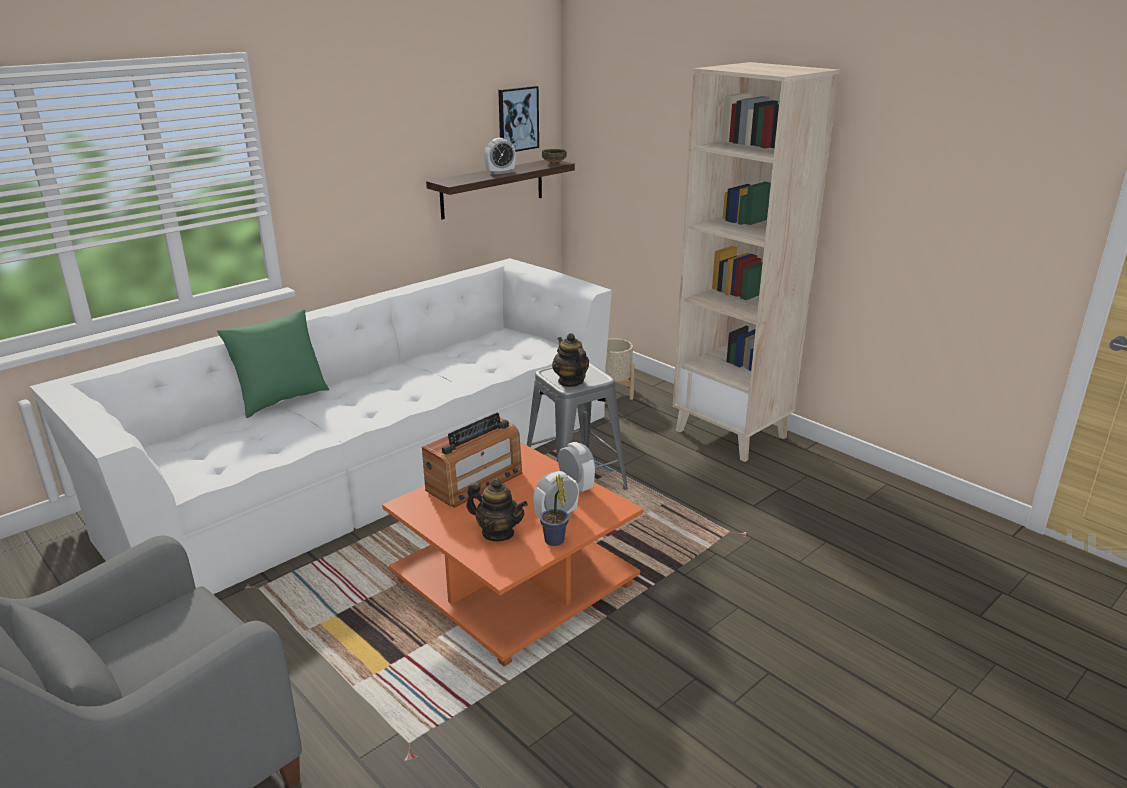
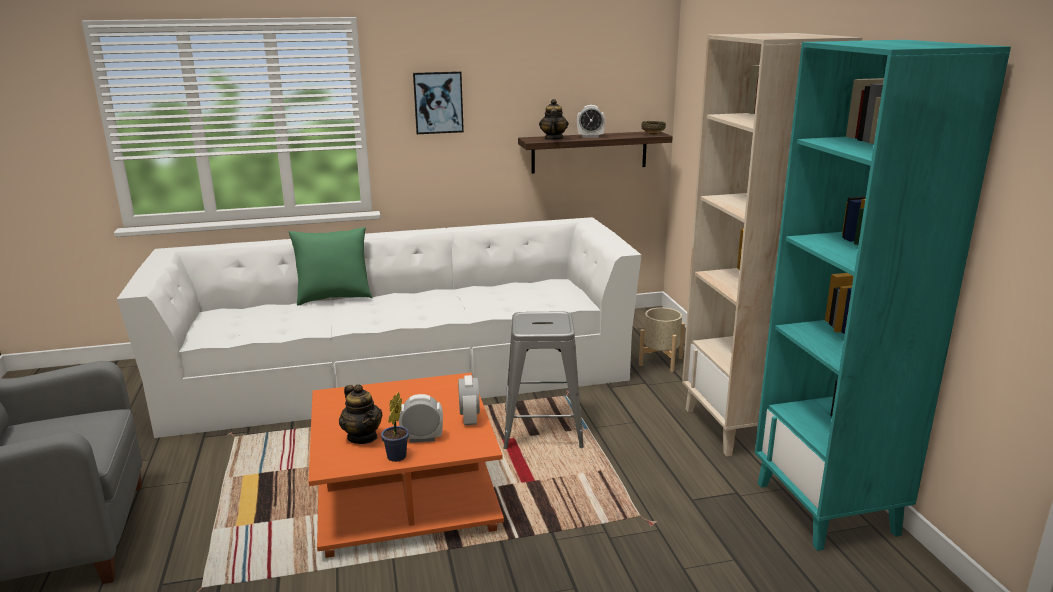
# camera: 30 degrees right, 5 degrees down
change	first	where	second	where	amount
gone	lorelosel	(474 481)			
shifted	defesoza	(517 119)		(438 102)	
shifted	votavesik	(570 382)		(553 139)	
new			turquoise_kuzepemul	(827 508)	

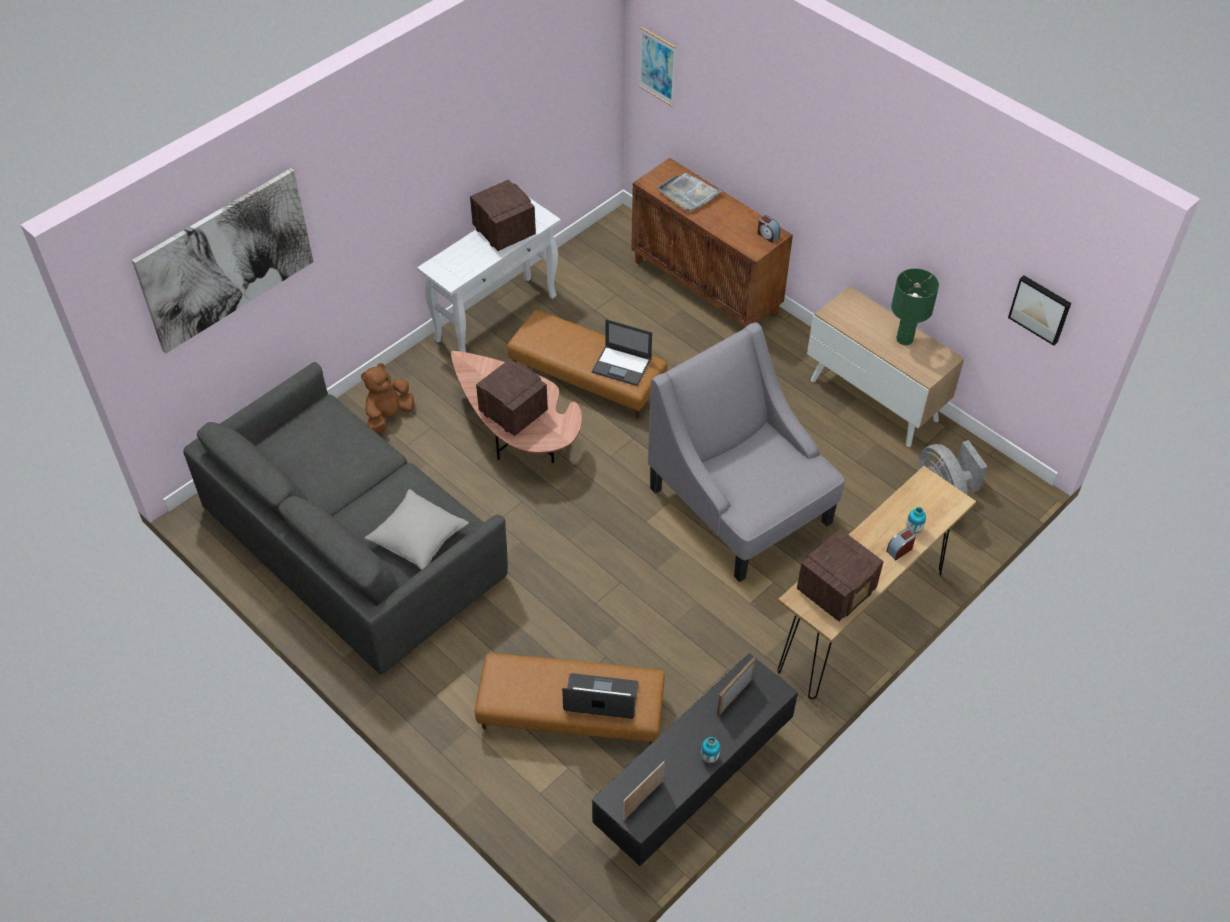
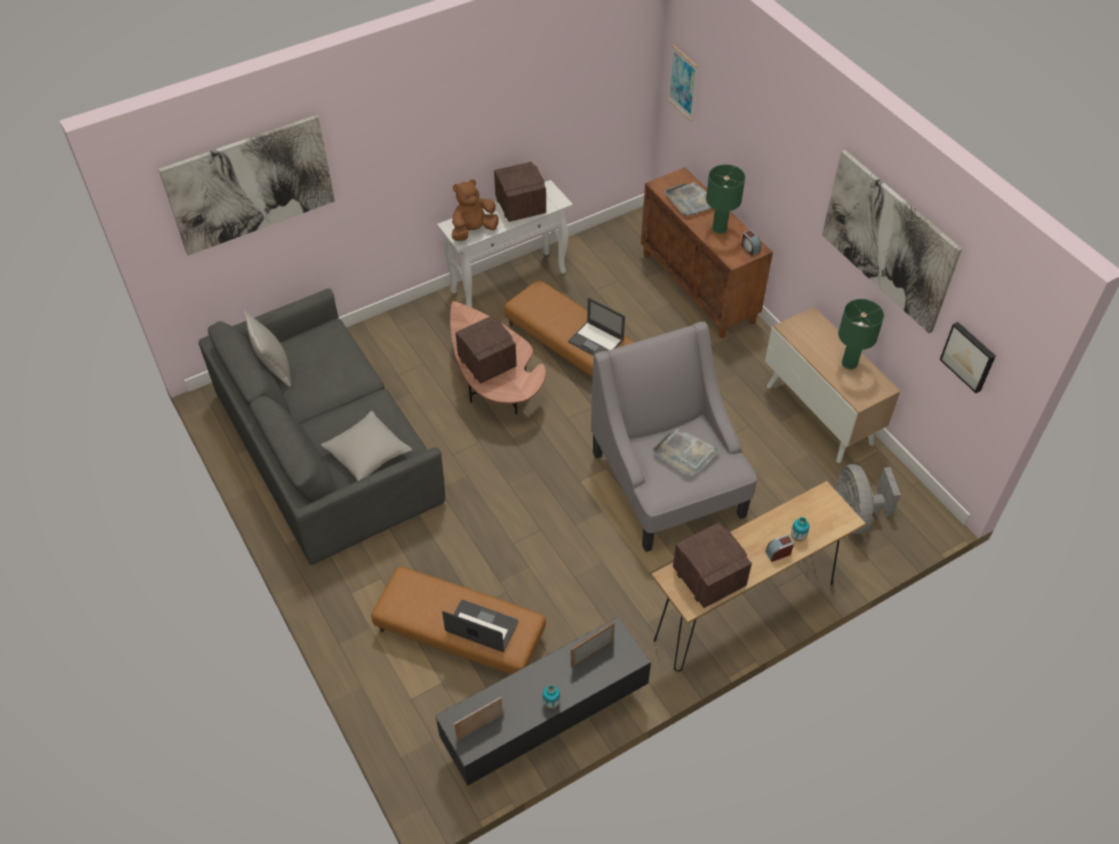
# camera: 15 degrees right, 0 degrees up
change	first	where	second	where	amount
shifted	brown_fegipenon	(388 416)		(473 231)	
rotated	lorelosel	(837 589)		(708 577)	90 degrees counterclockwise
new			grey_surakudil	(274 368)	
new			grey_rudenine	(684 454)	
new			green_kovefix	(719 229)	
new			defesoza	(888 240)	

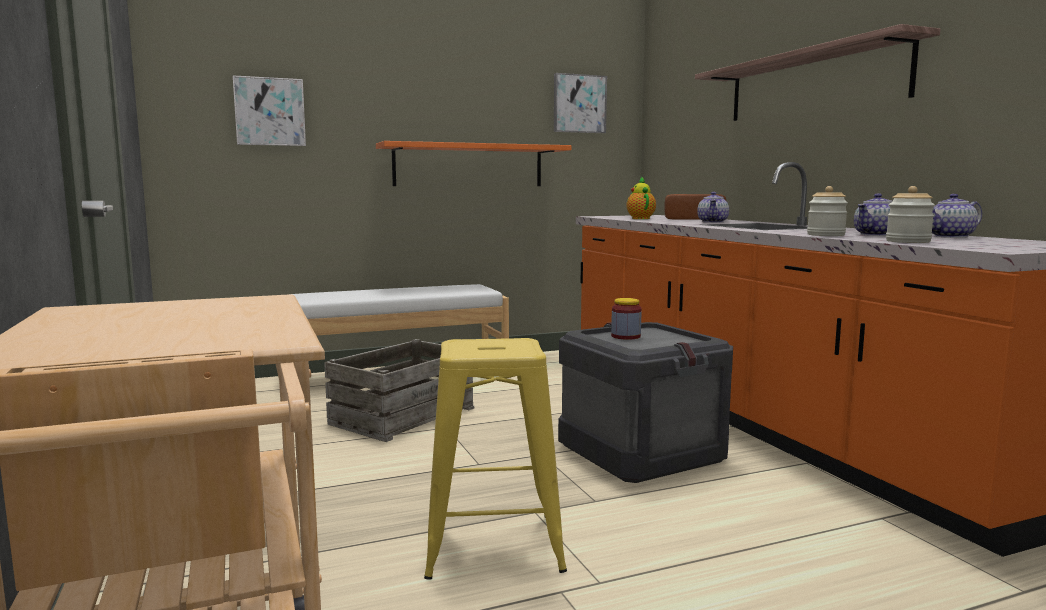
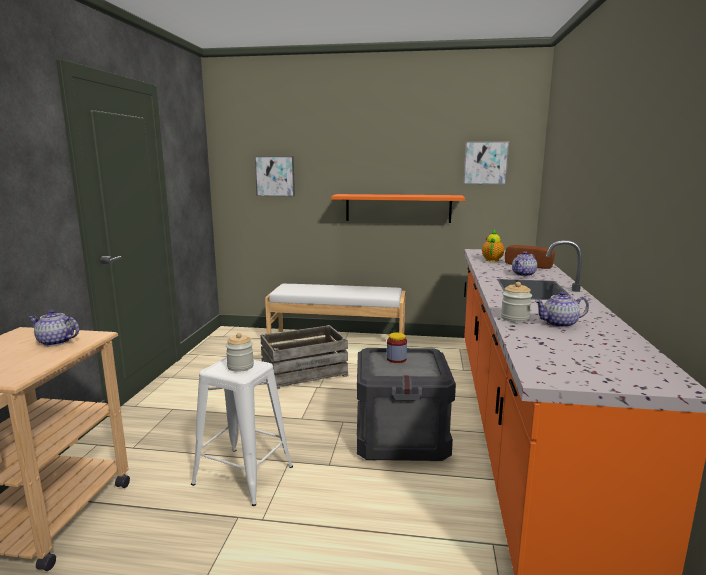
# camera: 30 degrees right, 5 degrees up
change	first	where	second	where	amount
repainted	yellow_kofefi	(493 545)	white_kofefi	(243 475)	
gone	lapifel	(812 83)			
shifted	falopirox	(908 241)		(240 366)	
shifted	votavesik	(950 236)		(55 342)	

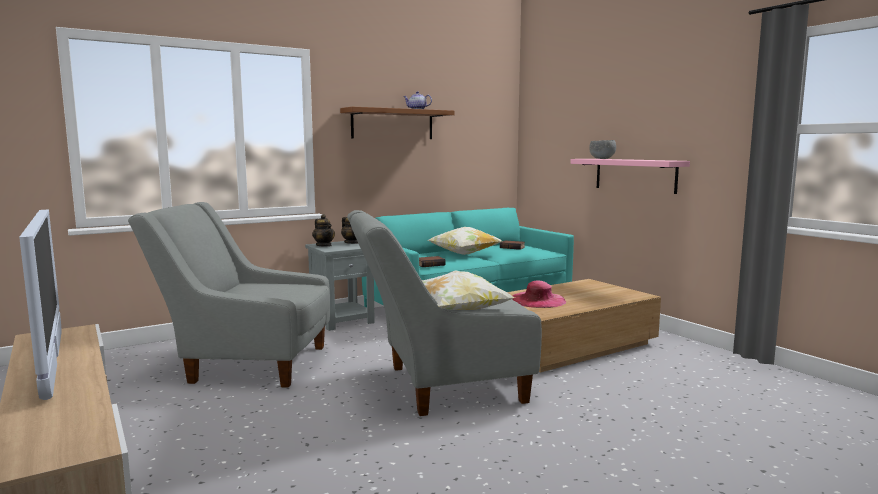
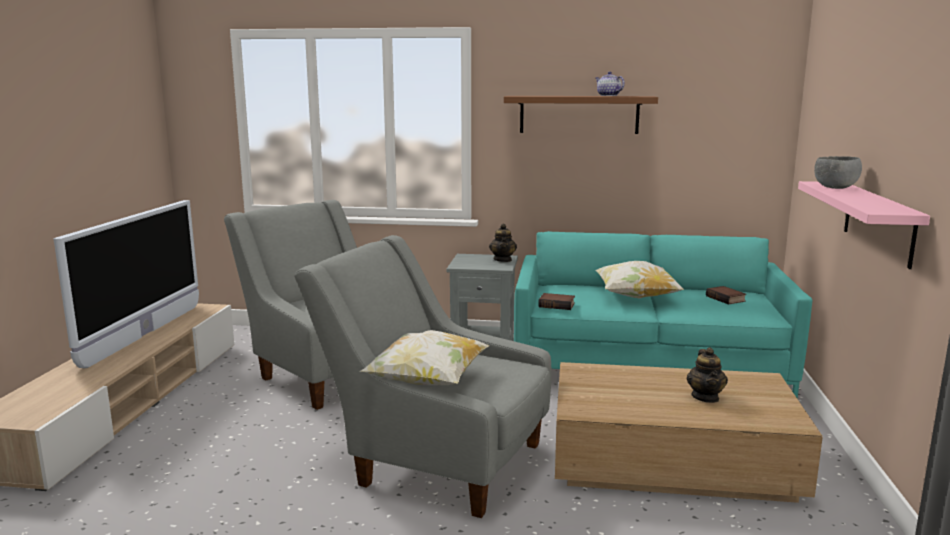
# camera: 40 degrees right, 5 degrees up
change	first	where	second	where	amount
shifted	votavesik	(324 245)		(705 397)	
gone	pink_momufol	(538 300)			

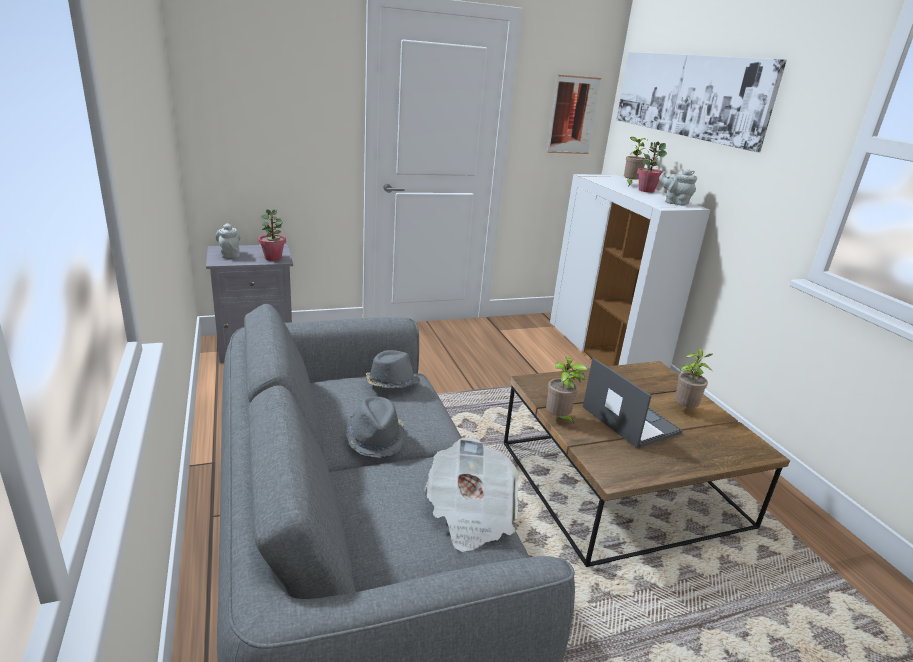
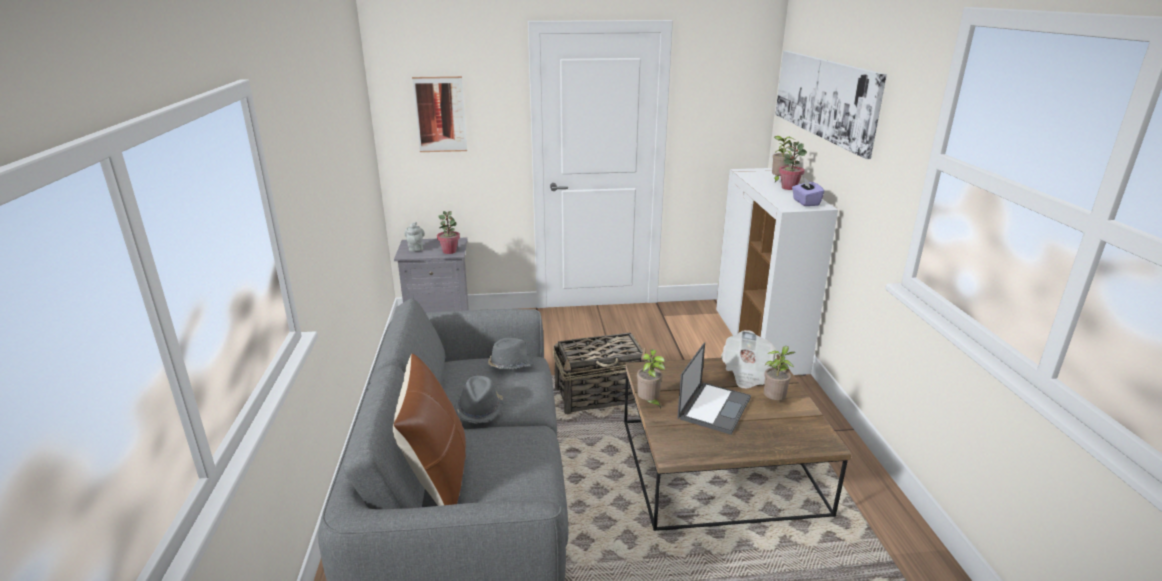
# camera: 15 degrees right, 0 degrees up
change	first	where	second	where	amount
shifted	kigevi	(470 514)		(747 373)	
shifted	defesoza	(573 115)		(440 114)	
rotated	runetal	(629 419)		(714 407)	45 degrees clockwise
swapped	grey_votavesik	(674 203)	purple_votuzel	(805 202)	
new			brown_surakudil	(437 475)	
new			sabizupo	(600 395)	

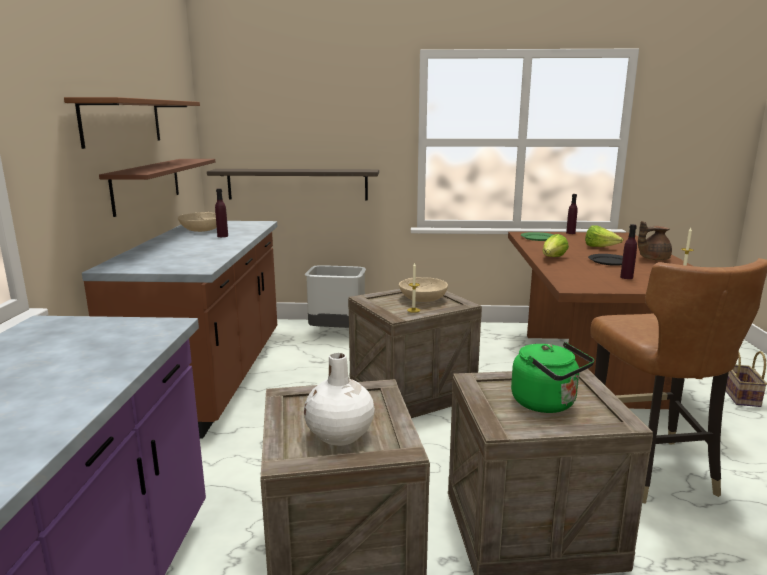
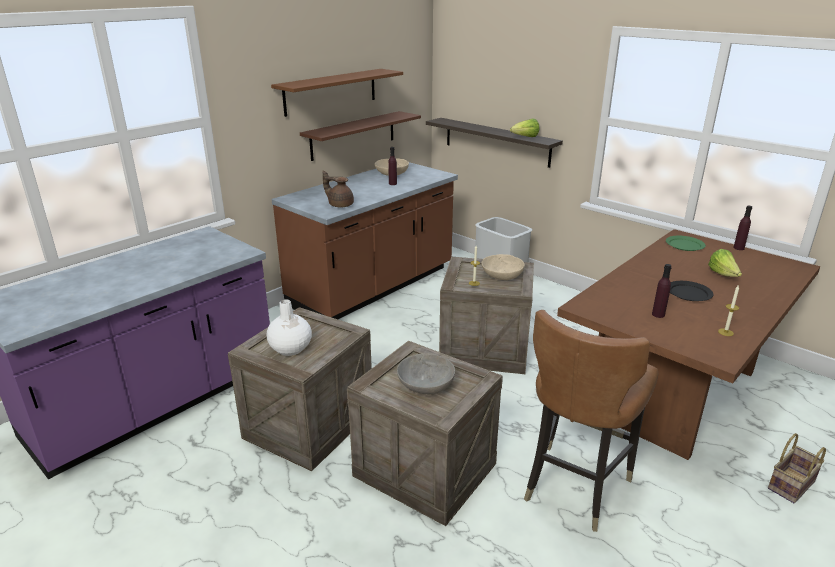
# camera: 40 degrees right, 10 degrees up
change	first	where	second	where	amount
swapped	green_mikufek	(547 404)	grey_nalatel	(425 385)	
shifted	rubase	(553 258)		(525 137)	
shifted	brown_votavesik	(652 259)		(340 205)	

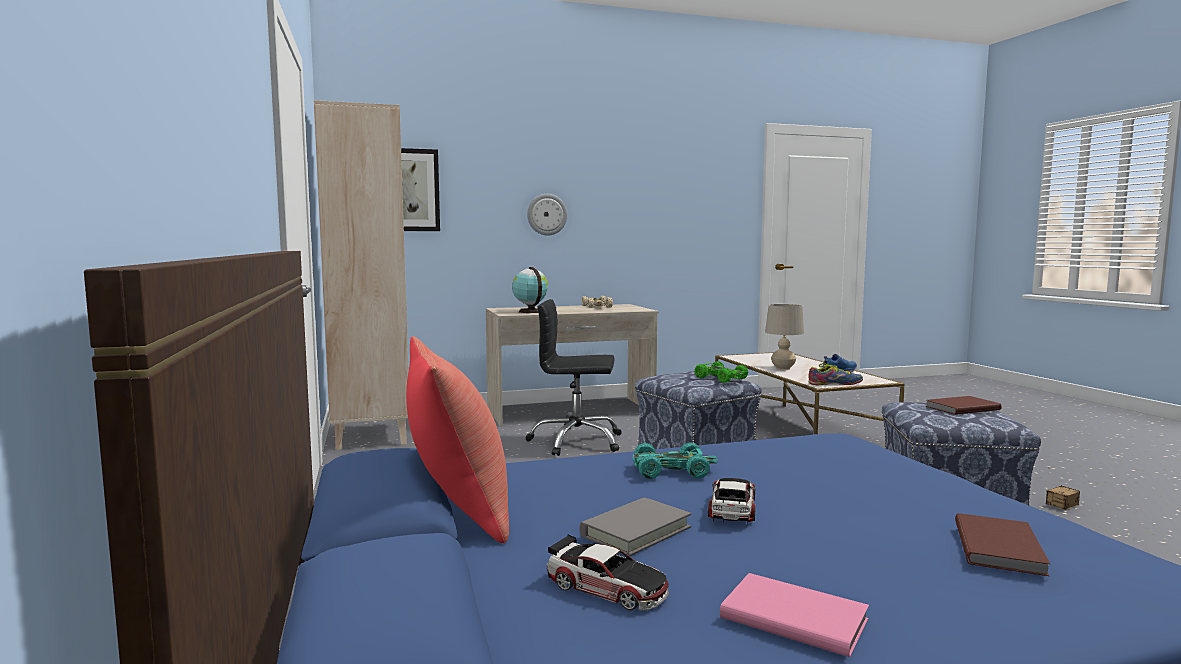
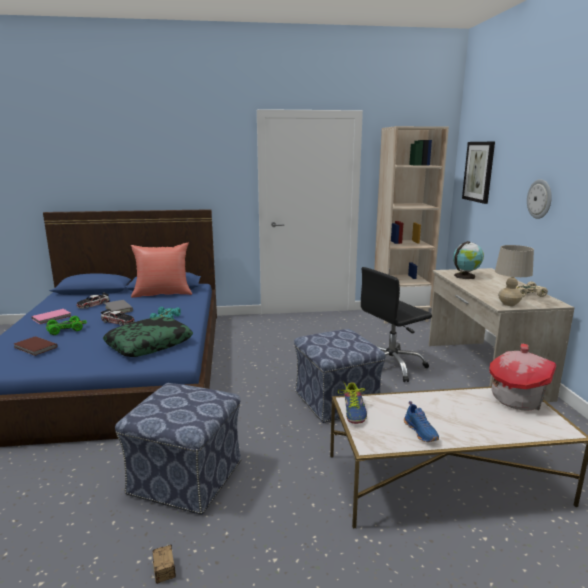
# camera: 100 degrees right, 10 degrees up
change	first	where	second	where	amount
rotated	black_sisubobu	(576 442)		(390 366)	135 degrees counterclockwise
shifted	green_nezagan	(719 378)		(66 329)	
shifted	beige_kovefix	(783 368)		(509 304)	
gone	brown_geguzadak	(960 408)			
new			surakudil	(149 344)	
new			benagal	(517 399)	

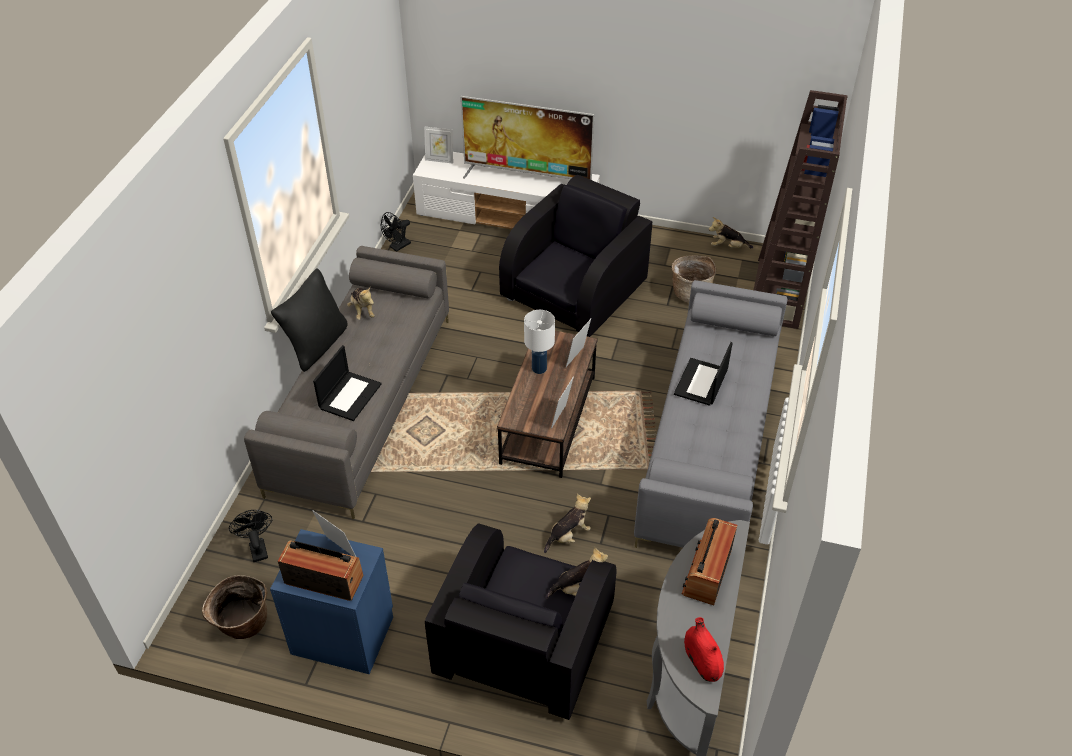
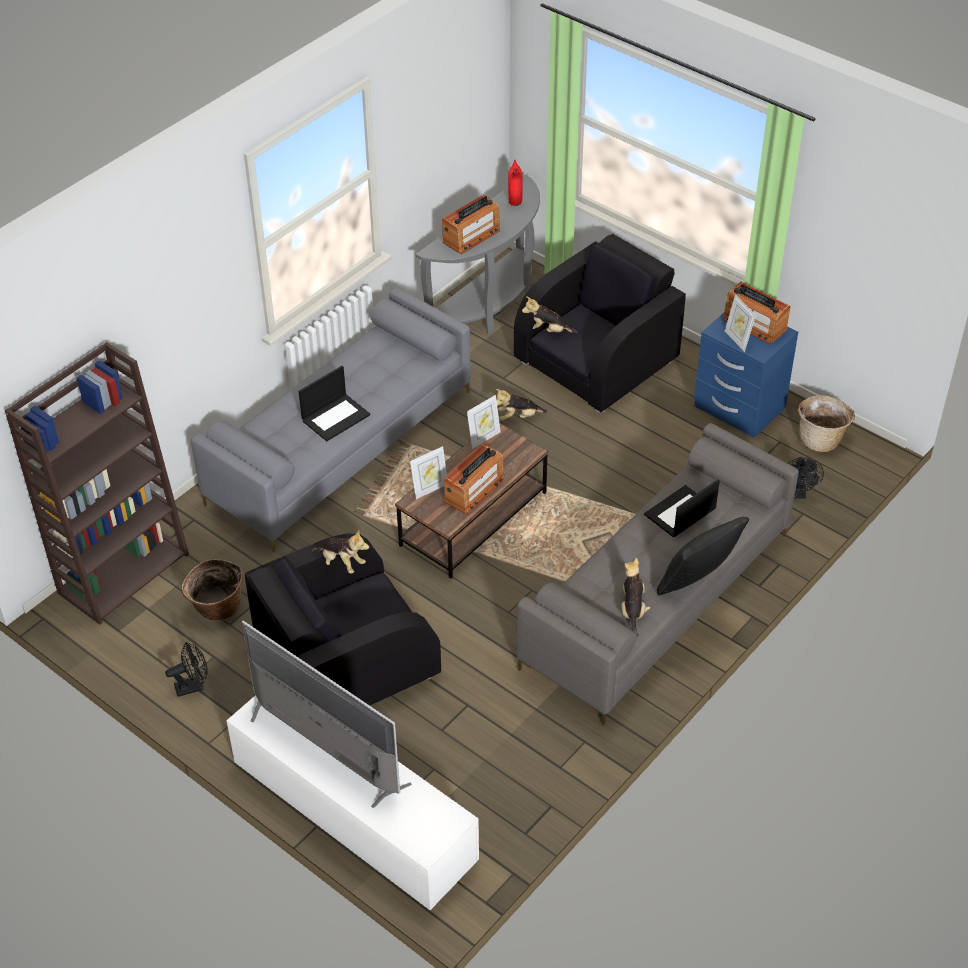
# camera: 155 degrees left, 0 degrees up
change	first	where	second	where	amount
shifted	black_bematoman	(397 247)		(193 686)	
gone	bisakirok	(439 160)			
swapped	white_kovefix	(539 369)	lorelosel	(474 491)	
shifted	fegipenon	(728 247)		(341 562)	

